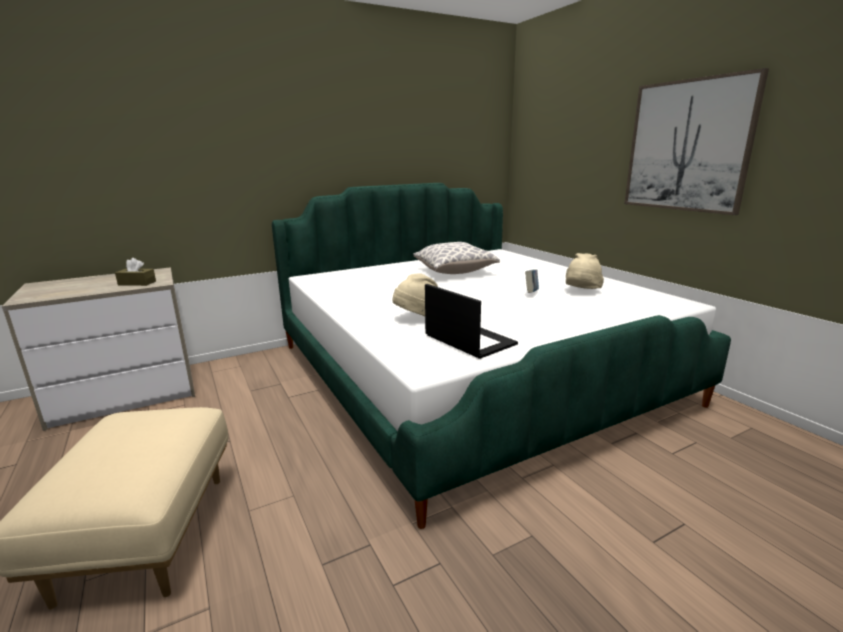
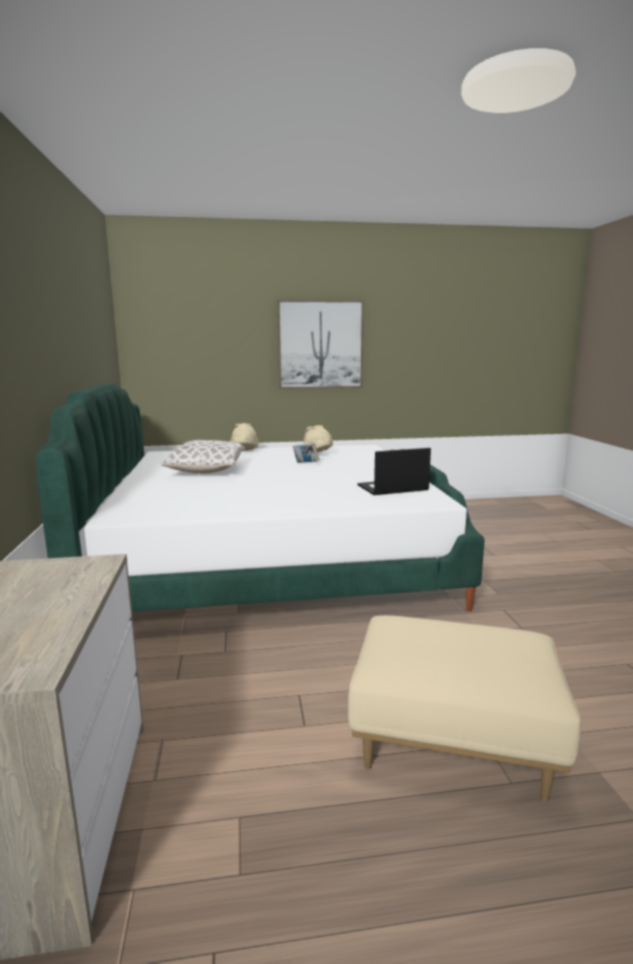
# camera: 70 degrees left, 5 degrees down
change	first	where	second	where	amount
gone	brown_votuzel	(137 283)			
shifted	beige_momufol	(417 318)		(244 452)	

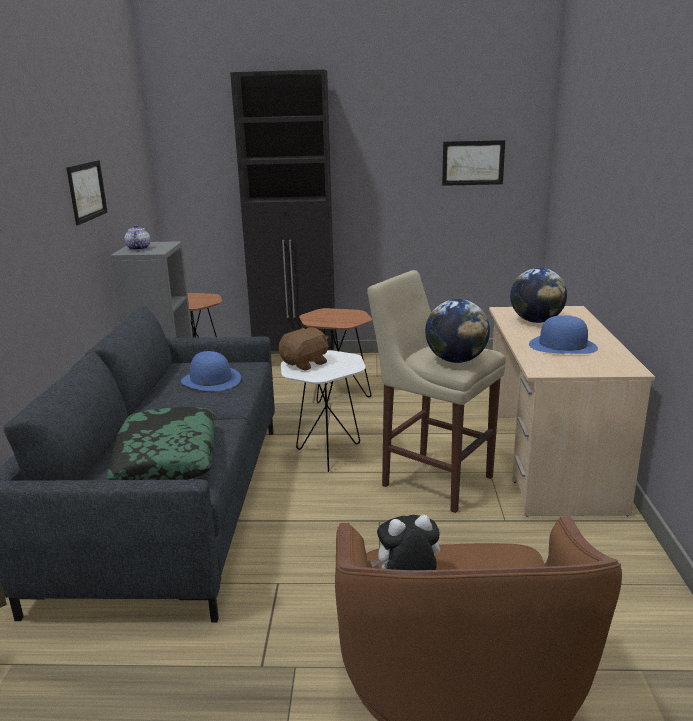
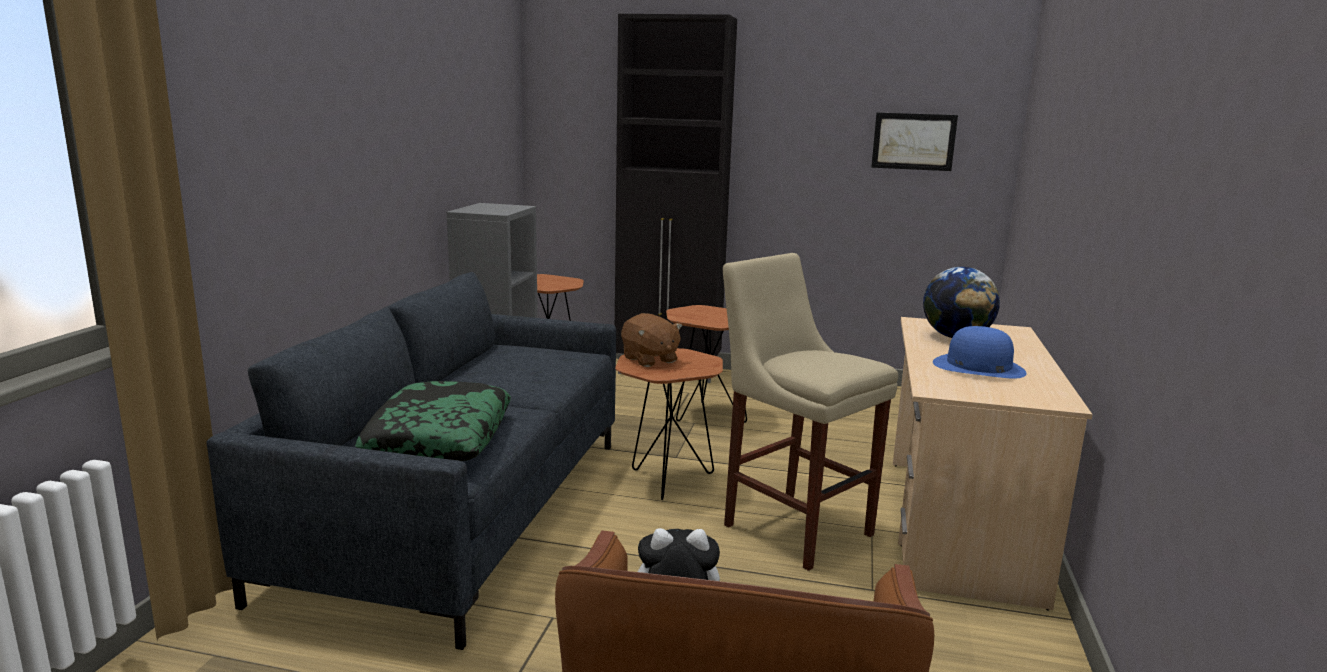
# camera: 10 degrees right, 5 degrees down
change	first	where	second	where	amount
gone	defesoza	(87 191)			
gone	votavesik	(138 248)			
gone	blue_momufol	(211 380)			
rotated	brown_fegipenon	(305 363)		(649 359)	90 degrees clockwise
repainted	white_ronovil	(326 455)	brown_ronovil	(666 481)	
gone	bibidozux	(456 360)			

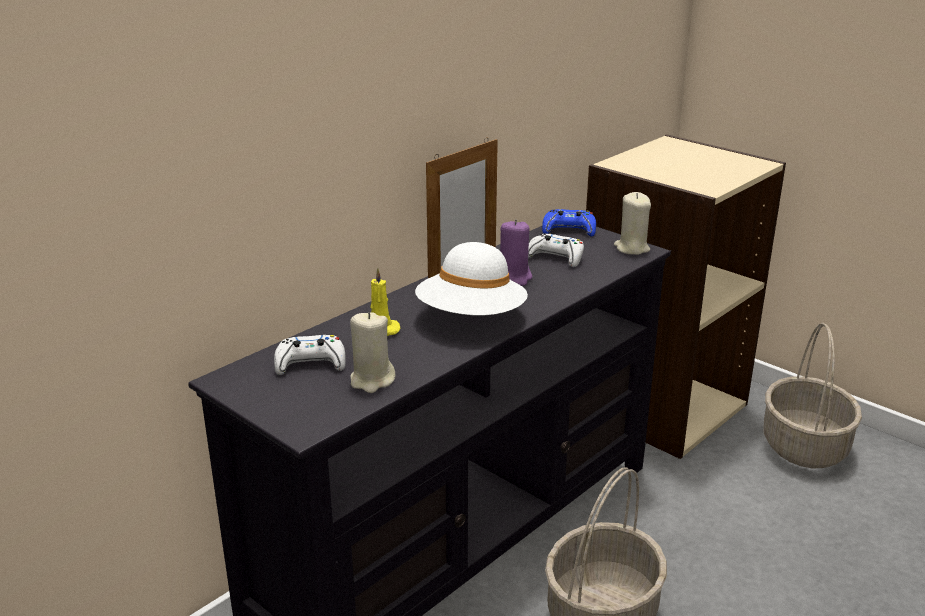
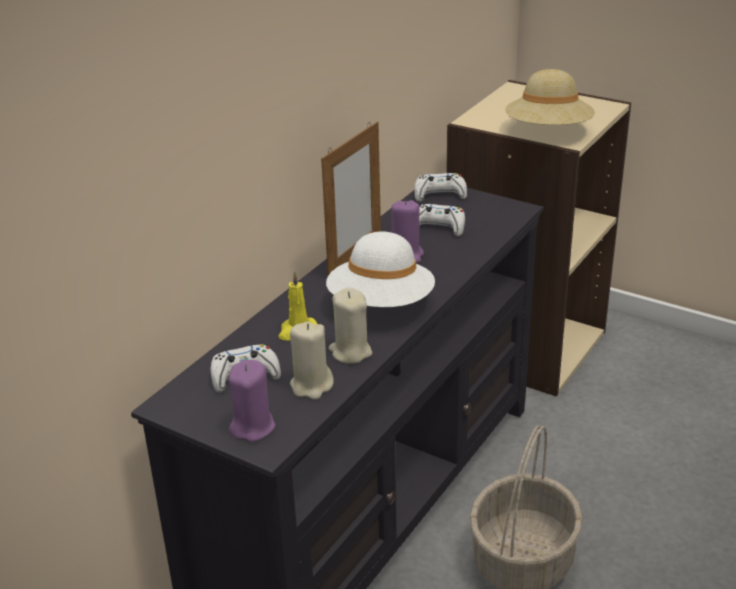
# camera: 10 degrees left, 5 degrees up
change	first	where	second	where	amount
repainted	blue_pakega	(568 230)	white_pakega	(439 194)	
shifted	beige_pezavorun	(631 248)		(350 352)	
gone	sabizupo	(803 446)			
new			purple_pezavorun	(252 427)	
new			beige_momufol	(548 132)	

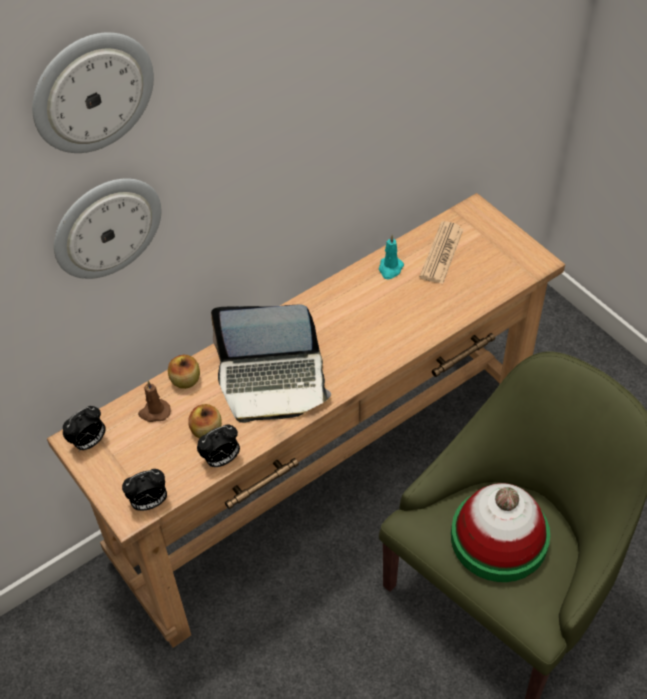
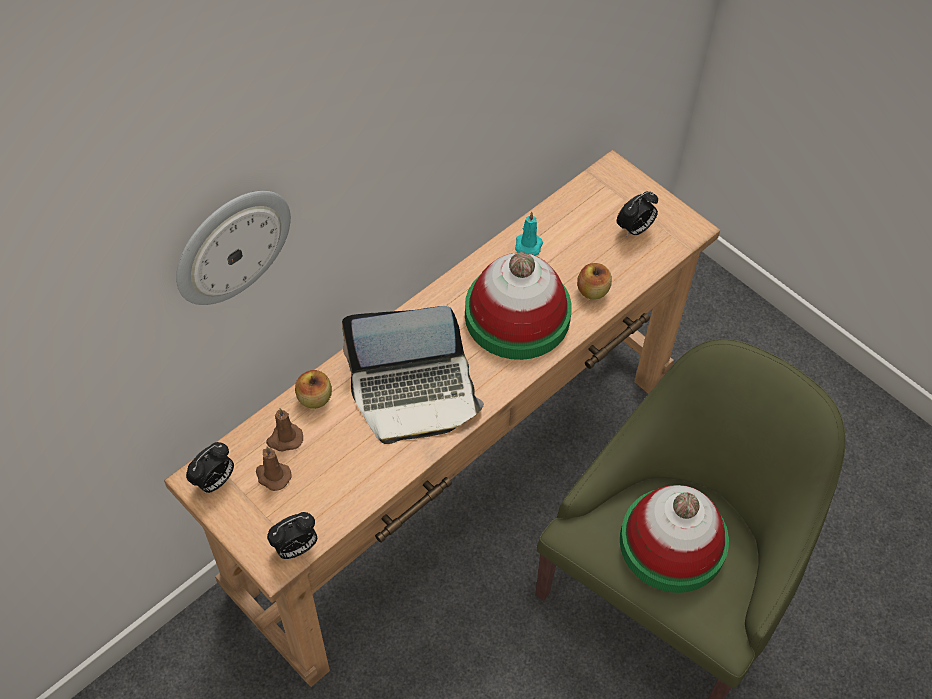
# camera: 10 degrees left, 5 degrees up
change	first	where	second	where	amount
gone	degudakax	(92 92)			
shifted	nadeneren	(206 431)		(592 291)	
shifted	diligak	(221 460)		(634 229)	
gone	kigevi	(441 253)			
new			brown_pezavorun	(272 476)	
new			momufol	(517 315)	

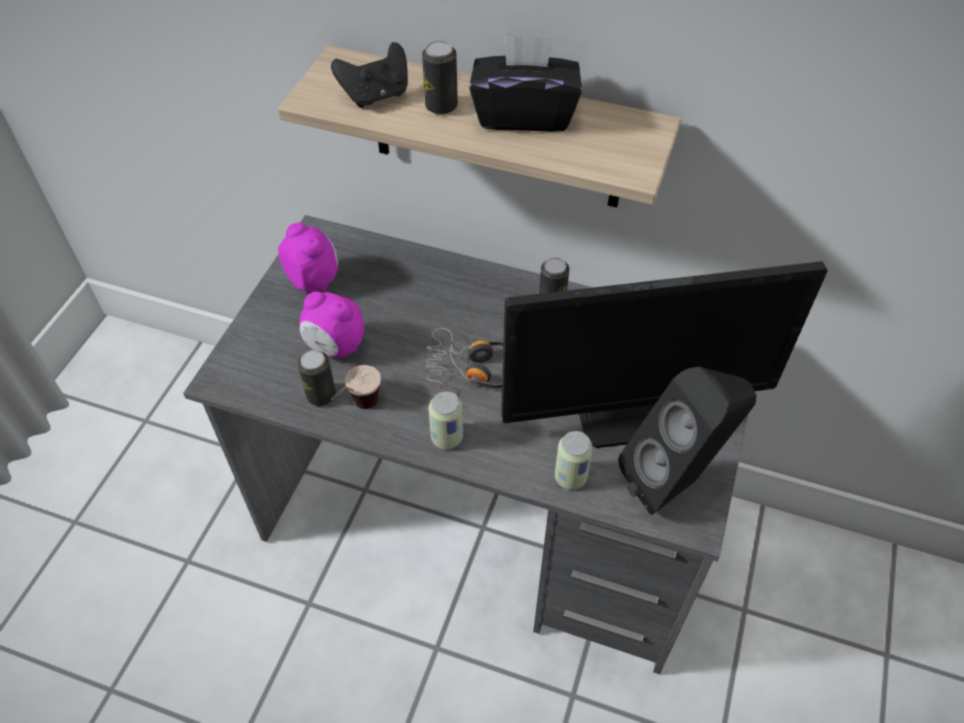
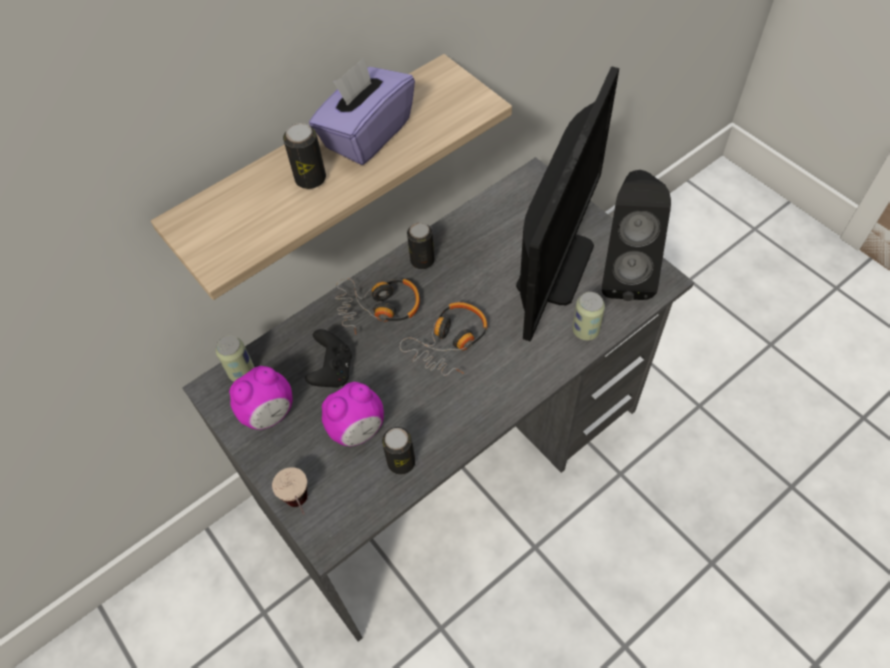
# camera: 55 degrees left, 5 degrees up
change	first	where	second	where	amount
rotated	diligak	(314 280)		(269 413)	150 degrees clockwise
shifted	black_pakega	(376 96)		(332 371)	
shifted	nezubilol	(358 410)		(302 508)	
shifted	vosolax	(447 437)		(241 372)	
repainted	black_votuzel	(524 115)	purple_votuzel	(366 134)	
new			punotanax	(378 308)	

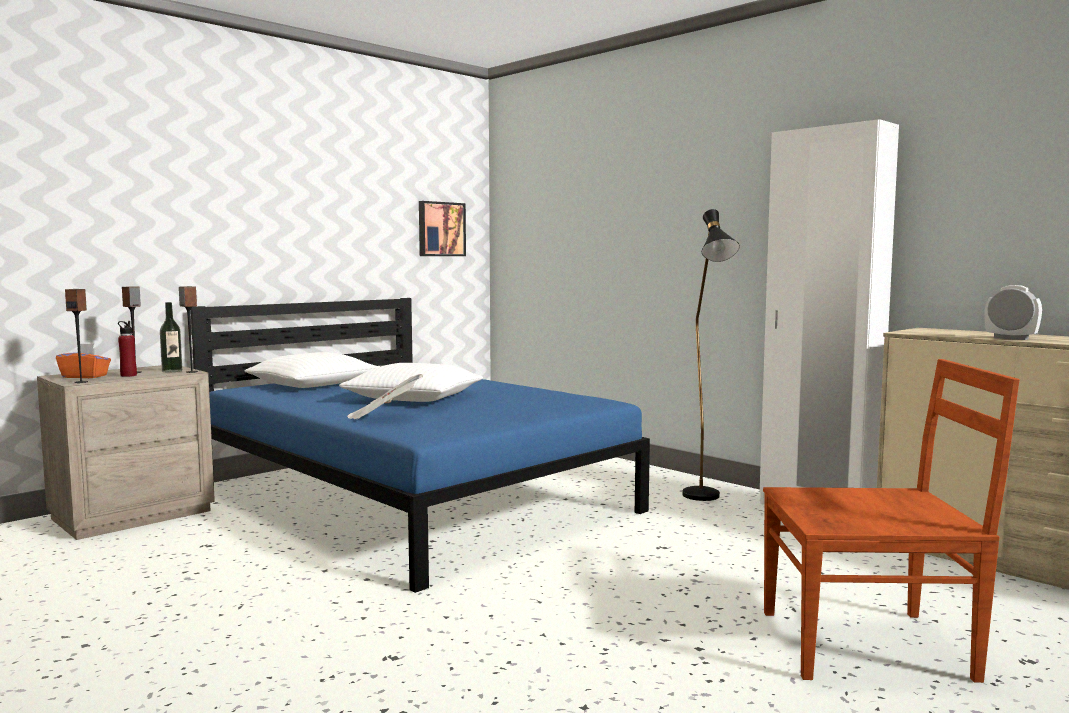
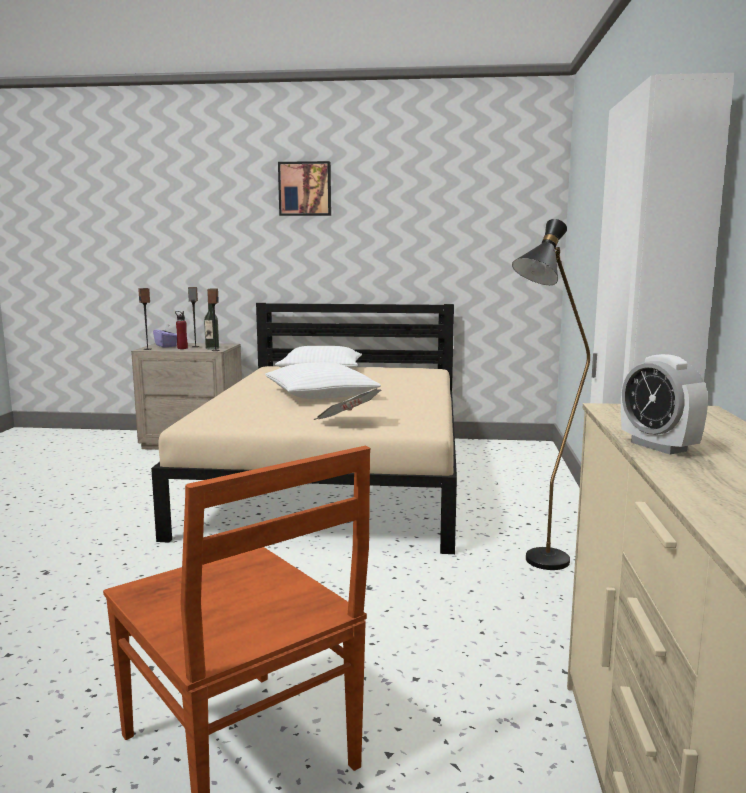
# camera: 50 degrees right, 5 degrees up
change	first	where	second	where	amount
repainted	orange_votuzel	(85 376)	purple_votuzel	(166 346)	
repainted	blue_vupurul	(413 498)	beige_vupurul	(335 480)	
shifted	kigevi	(384 417)		(347 423)	
shifted	defesoza	(440 229)		(305 189)	
rotated	diligak	(1010 338)		(658 446)	150 degrees clockwise

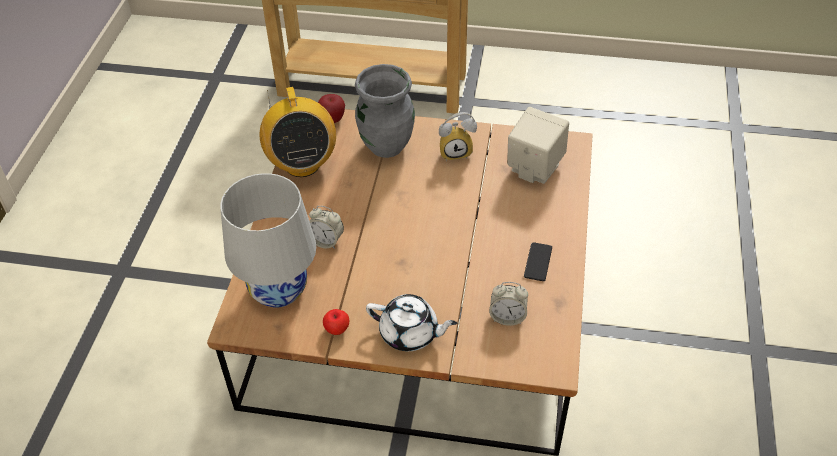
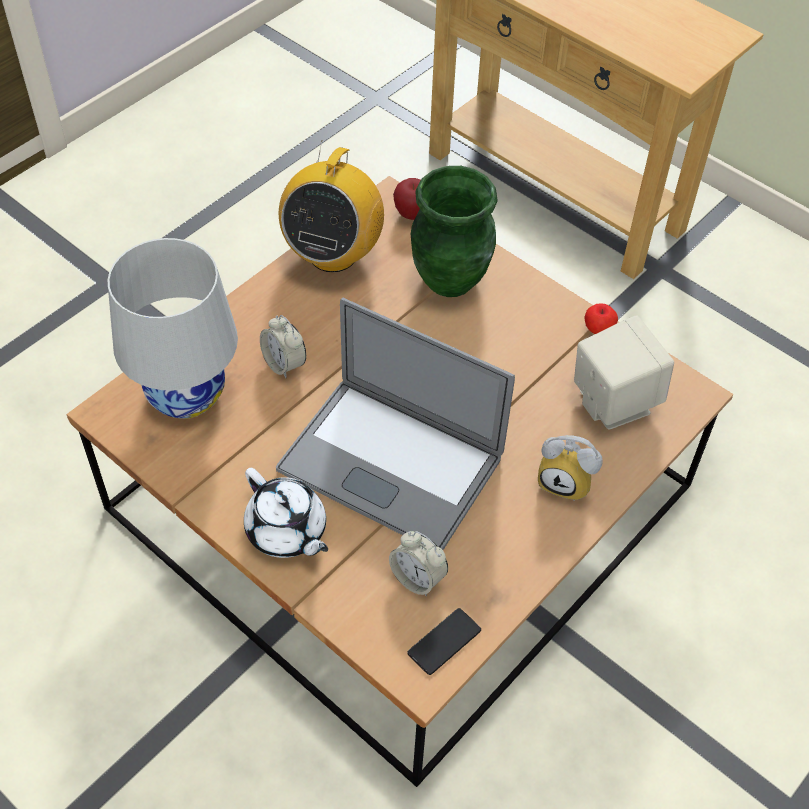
# camera: 30 degrees right, 5 degrees up
change	first	where	second	where	amount
shifted	nadeneren	(337 329)		(598 329)	
repainted	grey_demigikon	(386 145)	green_demigikon	(450 279)	
shifted	diligak	(456 151)		(567 481)	
shifted	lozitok	(538 262)		(444 642)	
new			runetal	(390 463)	

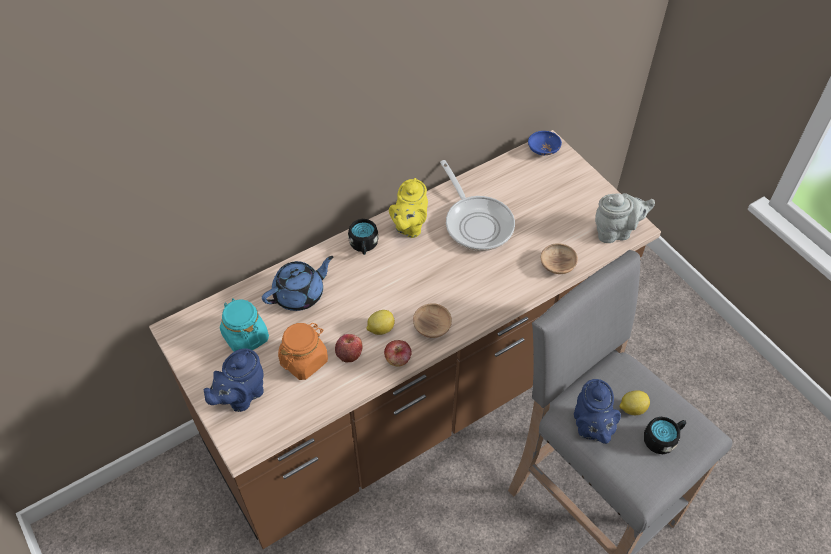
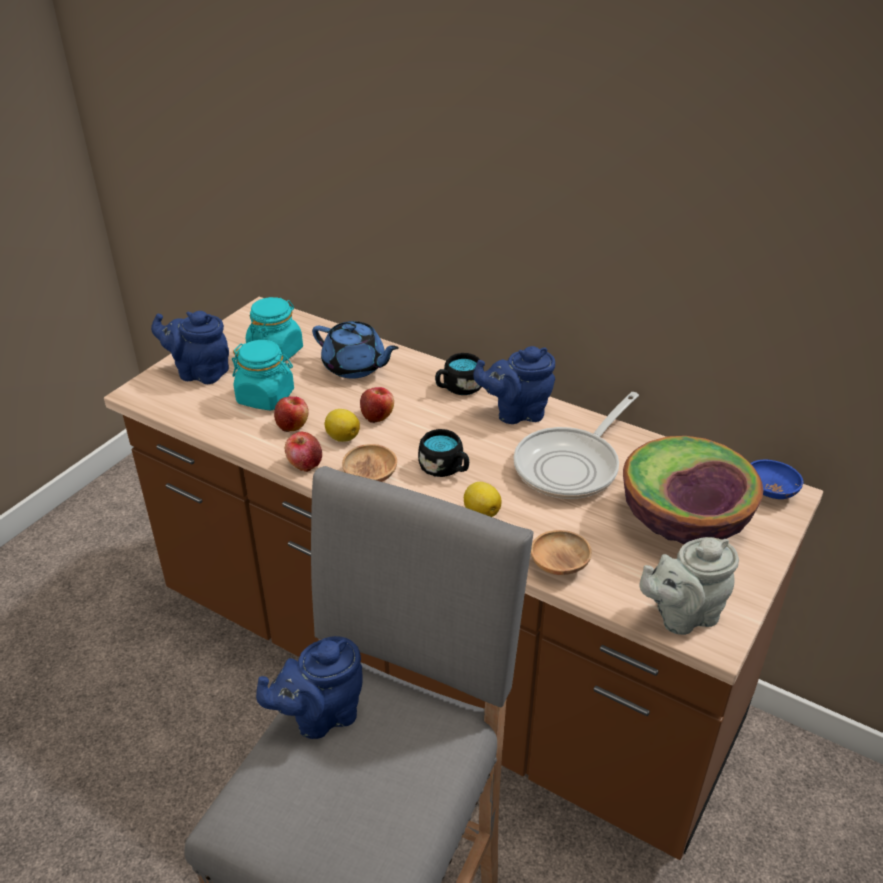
# camera: 65 degrees right, 15 degrees down
change	first	where	second	where	amount
repainted	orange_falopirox	(304 360)	turquoise_falopirox	(266 397)	
repainted	yellow_votavesik	(409 226)	blue_votavesik	(516 412)	
rotated	grey_votavesik	(616 232)		(682 615)	105 degrees clockwise
shifted	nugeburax	(632 408)		(481 512)	
shifted	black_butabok	(663 439)		(445 469)	
new			nadeneren	(377 415)	
new			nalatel	(682 521)	

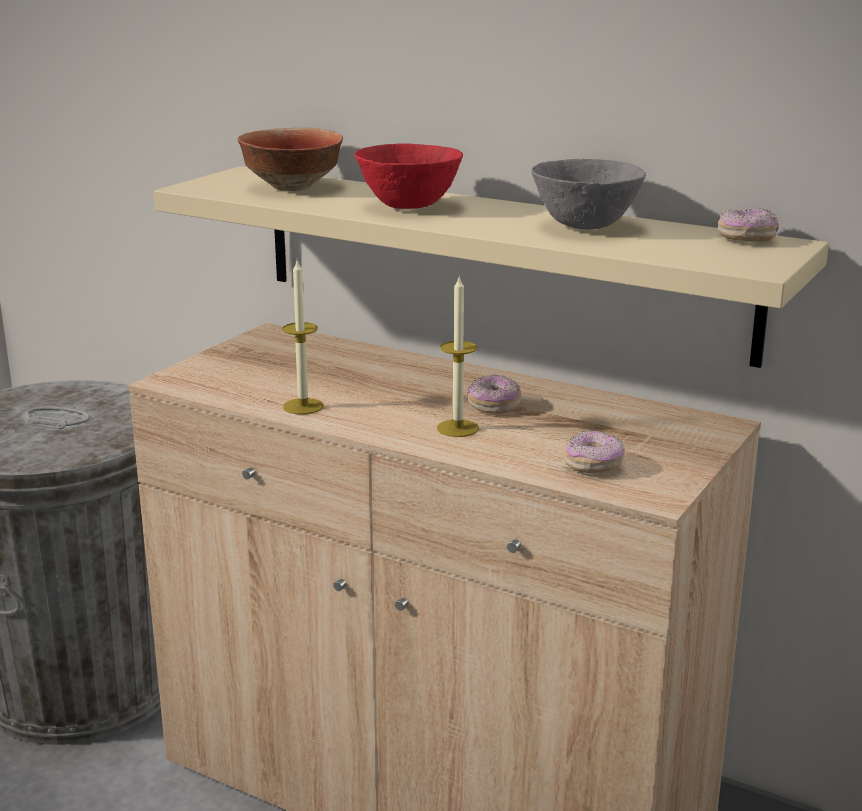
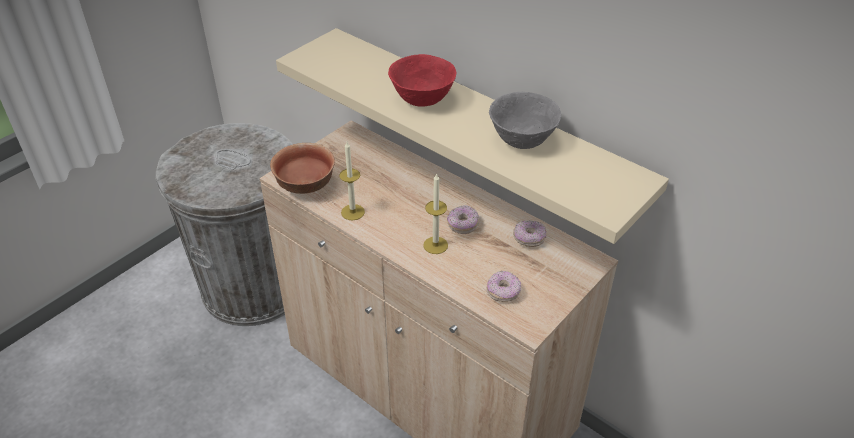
# camera: 10 degrees right, 20 degrees up
change	first	where	second	where	amount
shifted	nalatel	(294 187)		(306 186)	
shifted	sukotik	(746 239)		(529 239)	

